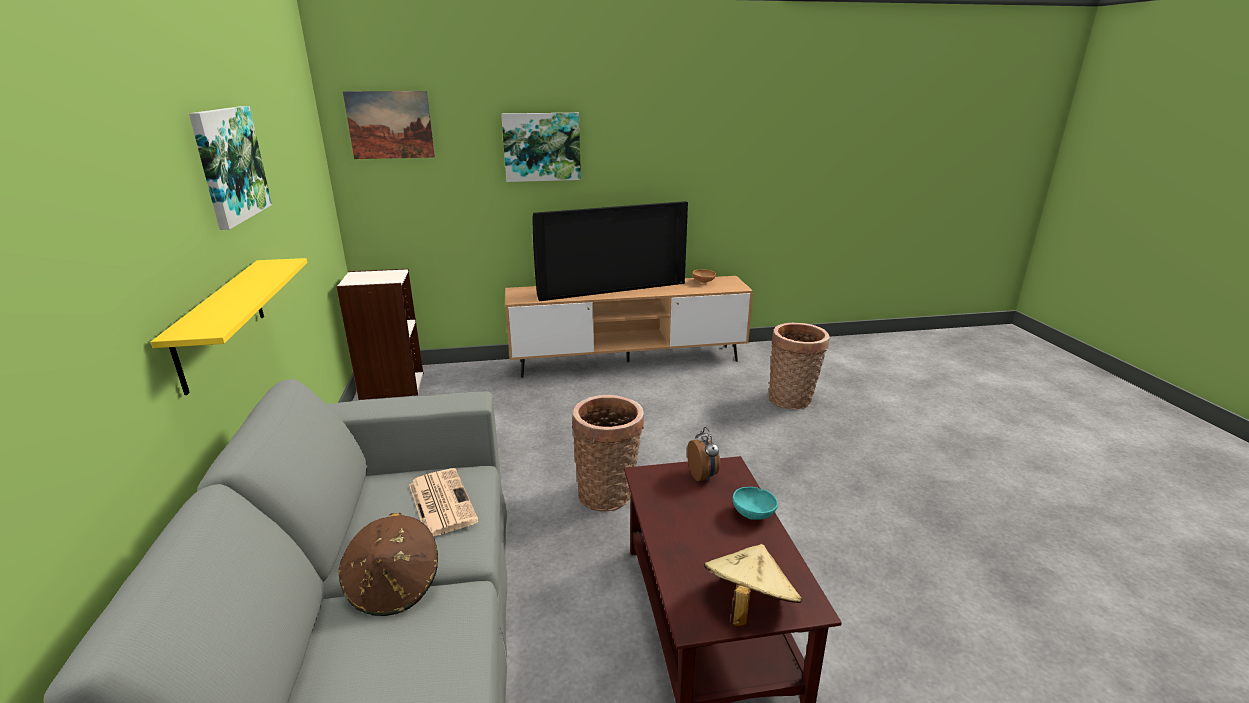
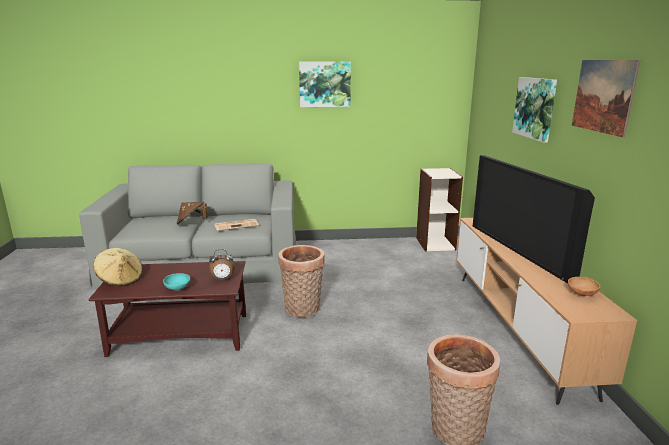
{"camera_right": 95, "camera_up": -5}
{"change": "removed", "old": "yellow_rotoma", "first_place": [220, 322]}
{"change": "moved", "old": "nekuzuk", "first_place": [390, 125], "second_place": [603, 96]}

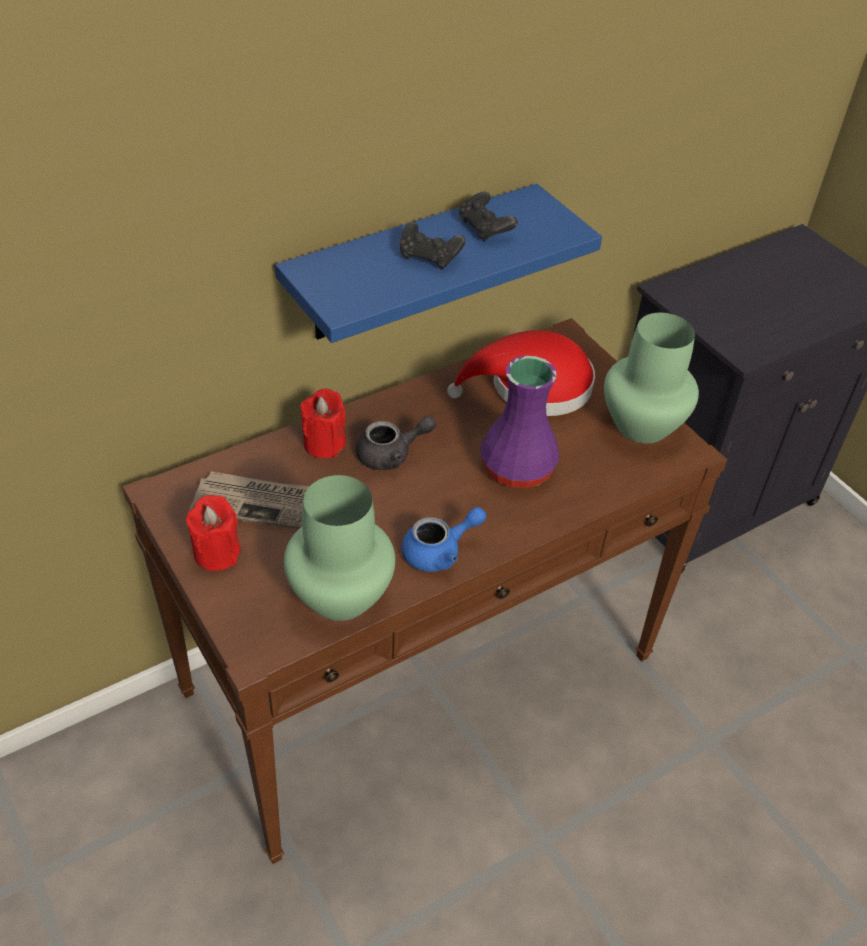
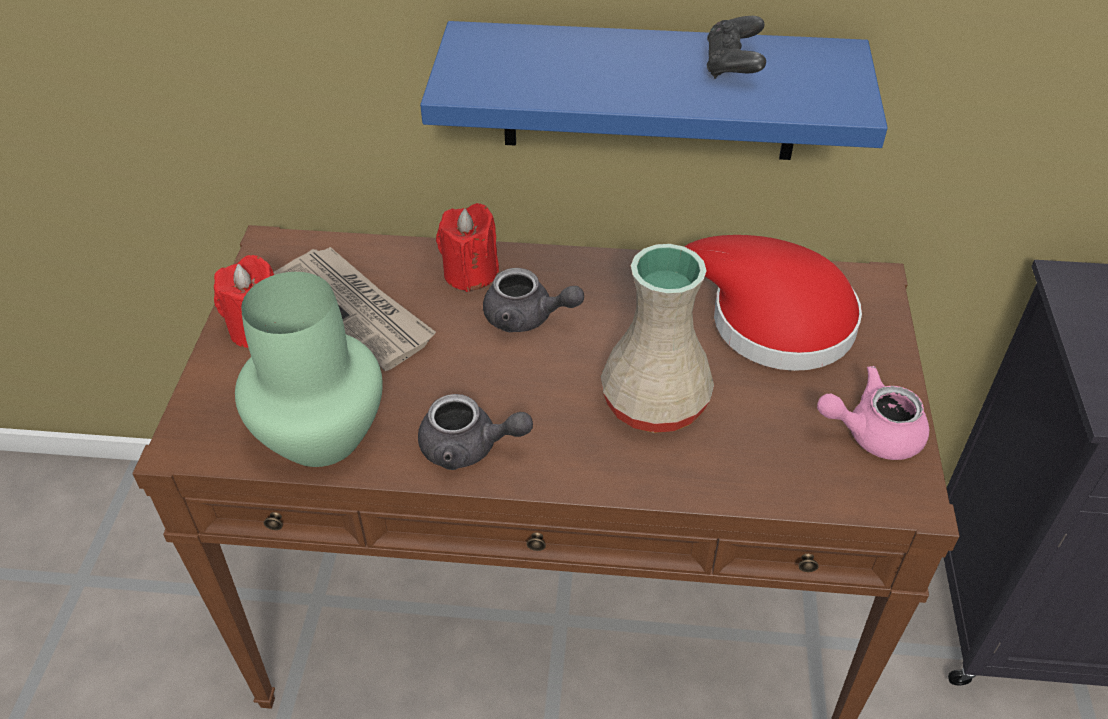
{"camera_right": 40, "camera_up": 0}
{"change": "removed", "old": "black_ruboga", "first_place": [429, 257]}
{"change": "replaced", "old": "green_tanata", "new": "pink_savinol", "first_place": [642, 426], "second_place": [872, 433]}
{"change": "recoloured", "old": "blue_savinol", "new": "grey_savinol", "first_place": [439, 552], "second_place": [469, 448]}
{"change": "recoloured", "old": "purple_tanata", "new": "beige_tanata", "first_place": [518, 467], "second_place": [657, 402]}

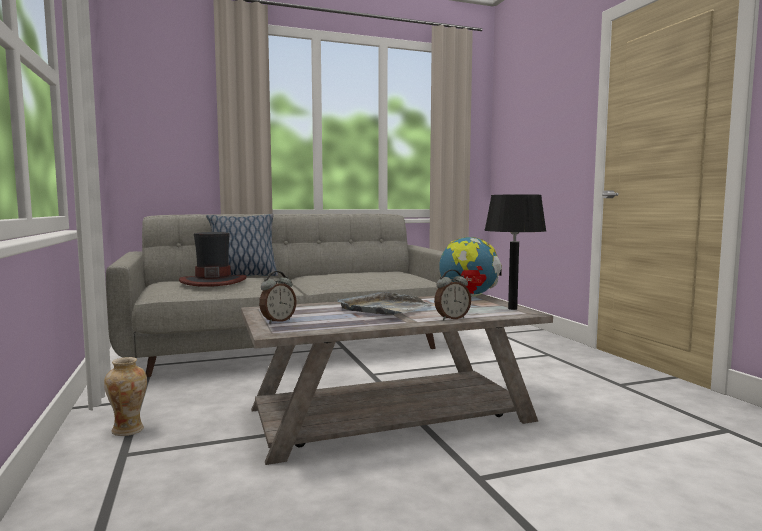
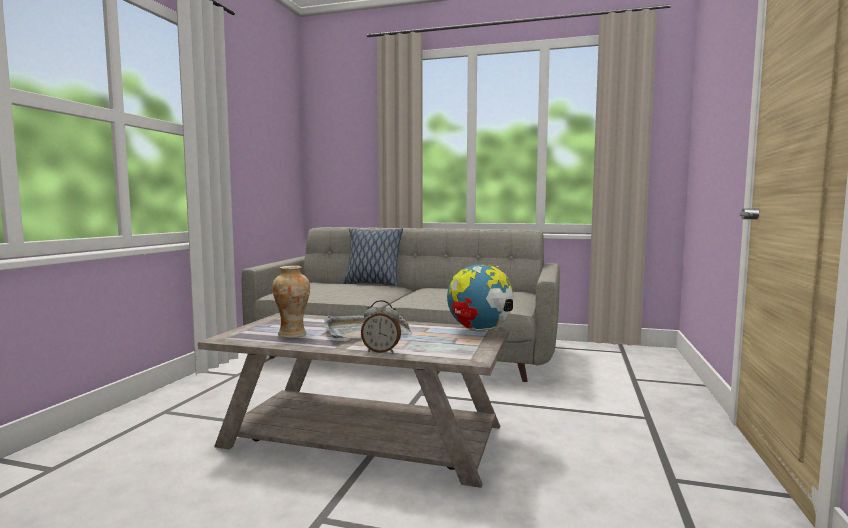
{"camera_right": 35, "camera_up": 0}
{"change": "removed", "old": "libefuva", "first_place": [213, 281]}
{"change": "removed", "old": "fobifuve", "first_place": [277, 321]}
{"change": "removed", "old": "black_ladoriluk", "first_place": [512, 308]}
{"change": "moved", "old": "tanata", "first_place": [128, 430], "second_place": [292, 334]}

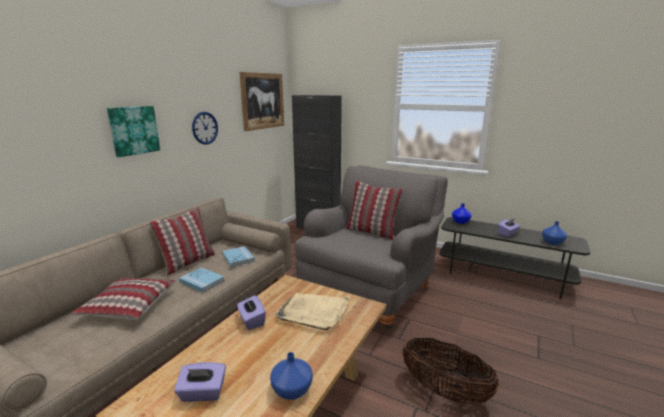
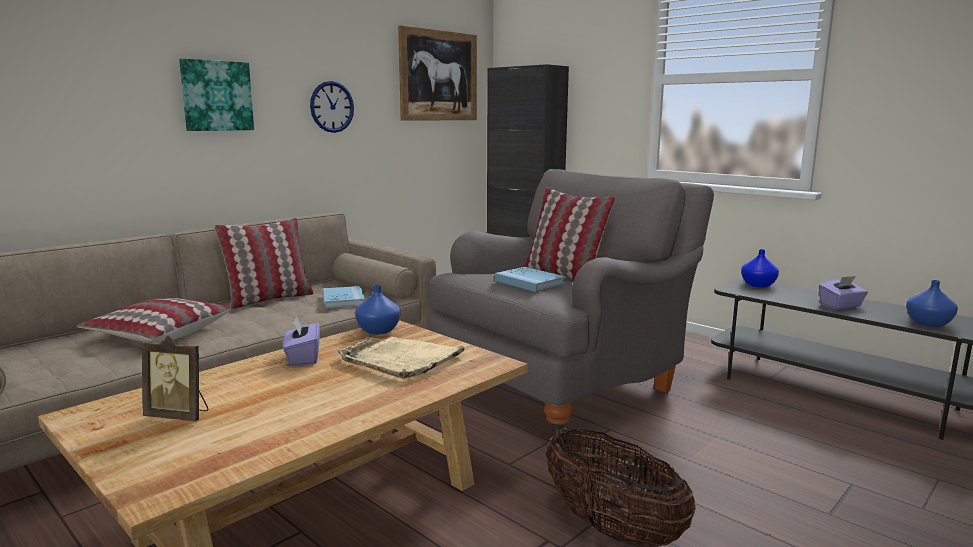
{"camera_right": 15, "camera_up": -5}
{"change": "moved", "old": "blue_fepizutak", "first_place": [202, 281], "second_place": [529, 282]}
{"change": "moved", "old": "blue_tanata", "first_place": [291, 389], "second_place": [378, 330]}
{"change": "replaced", "old": "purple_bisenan", "new": "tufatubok", "first_place": [202, 393], "second_place": [179, 415]}

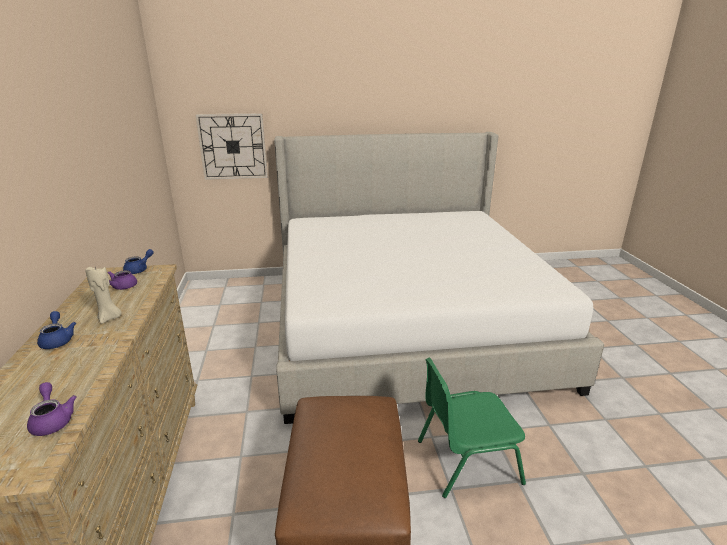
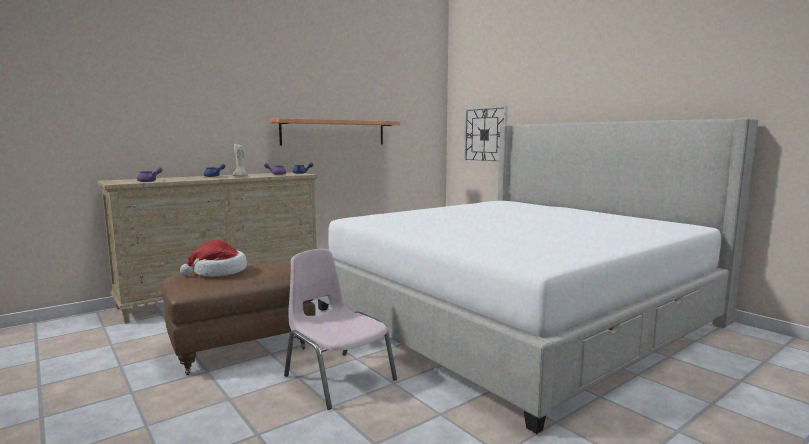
{"camera_right": 60, "camera_up": -15}
{"change": "added", "new": "libefuva", "second_place": [218, 272]}
{"change": "added", "new": "rotoma", "second_place": [334, 132]}
{"change": "recoloured", "old": "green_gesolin", "new": "pink_gesolin", "first_place": [466, 460], "second_place": [338, 377]}

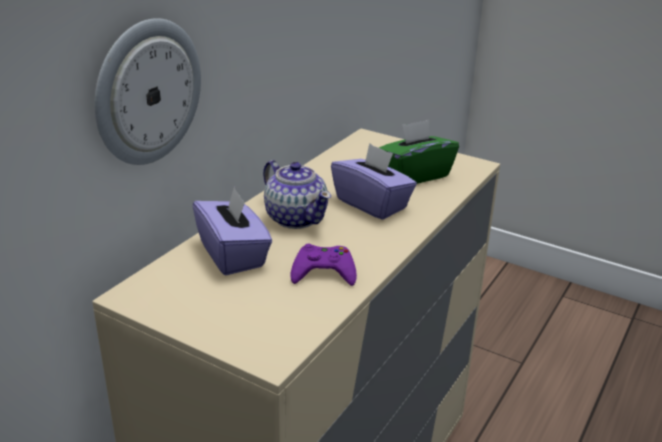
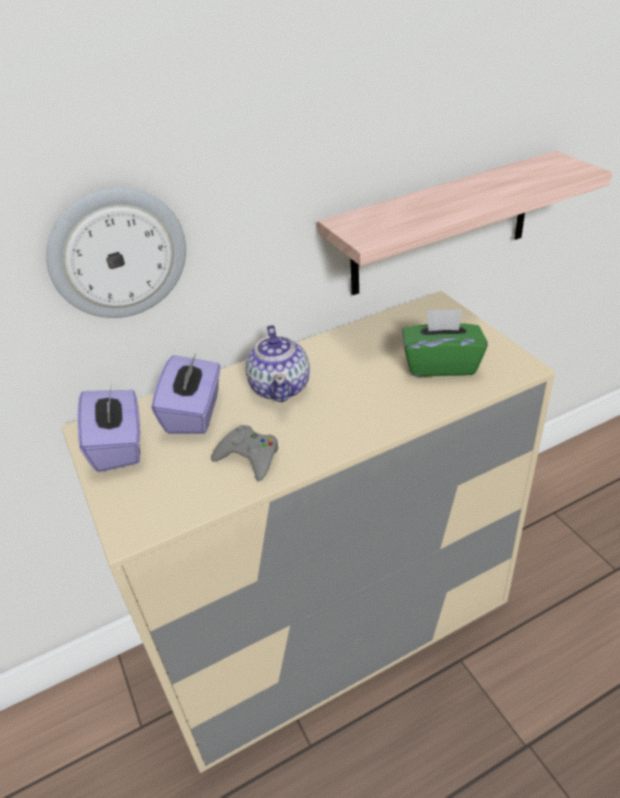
{"camera_right": 35, "camera_up": 10}
{"change": "added", "new": "rotoma", "second_place": [442, 225]}
{"change": "moved", "old": "purple_bisenan", "first_place": [372, 204], "second_place": [119, 446]}
{"change": "recoloured", "old": "purple_ruboga", "new": "grey_ruboga", "first_place": [324, 272], "second_place": [249, 457]}

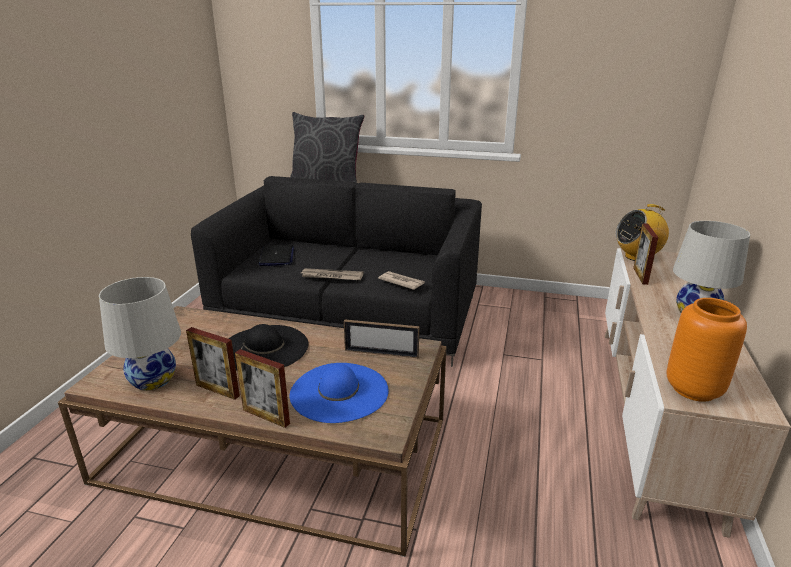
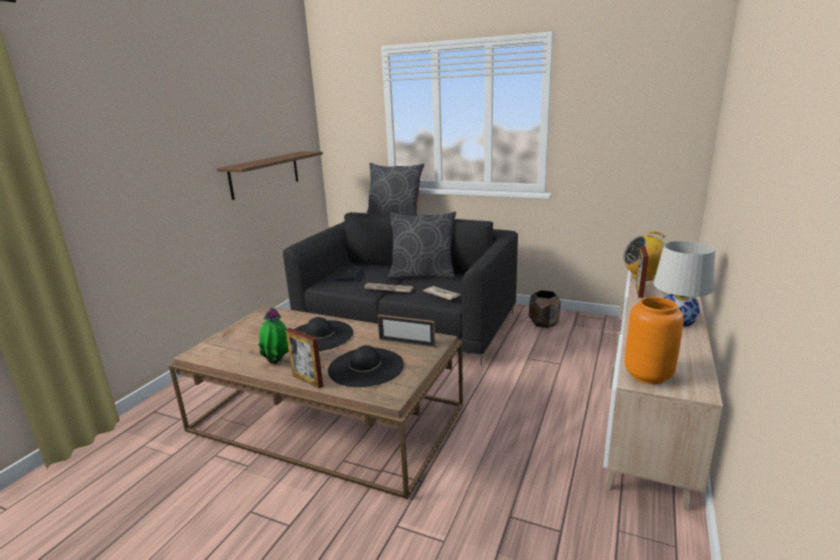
{"camera_right": 10, "camera_up": -5}
{"change": "removed", "old": "white_ladoriluk", "first_place": [153, 379]}
{"change": "added", "new": "brown_rotoma", "second_place": [265, 174]}
{"change": "added", "new": "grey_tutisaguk", "second_place": [422, 275]}
{"change": "added", "new": "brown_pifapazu", "second_place": [544, 323]}
{"change": "replaced", "old": "tufatubok", "new": "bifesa", "first_place": [217, 390], "second_place": [278, 362]}
{"change": "recoloured", "old": "blue_libefuva", "new": "black_libefuva", "first_place": [339, 392], "second_place": [366, 367]}

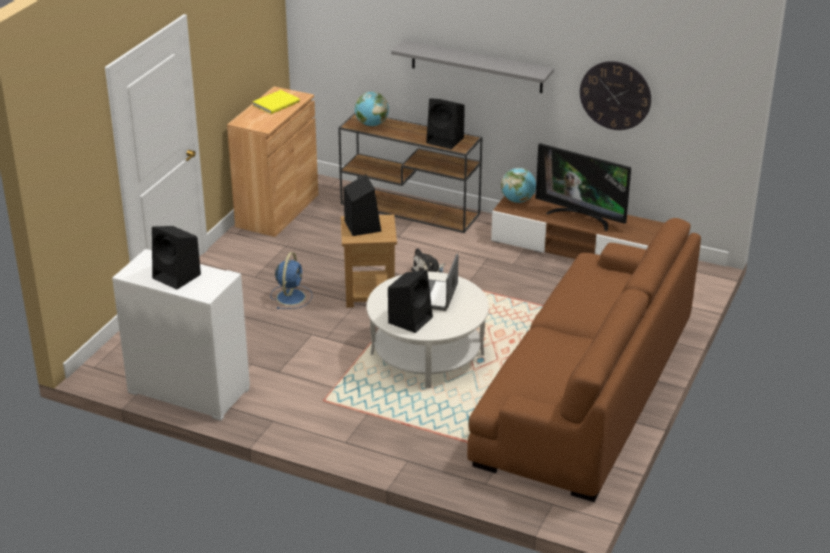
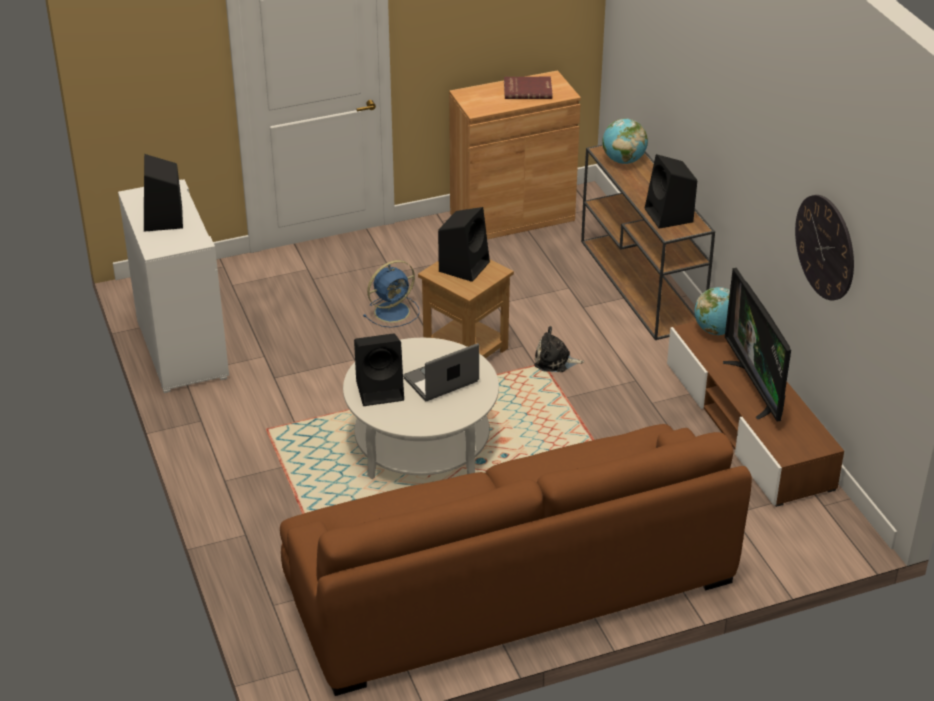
{"camera_right": 45, "camera_up": 5}
{"change": "removed", "old": "grey_rotoma", "first_place": [476, 67]}
{"change": "recoloured", "old": "yellow_fepizutak", "new": "red_fepizutak", "first_place": [275, 103], "second_place": [527, 89]}

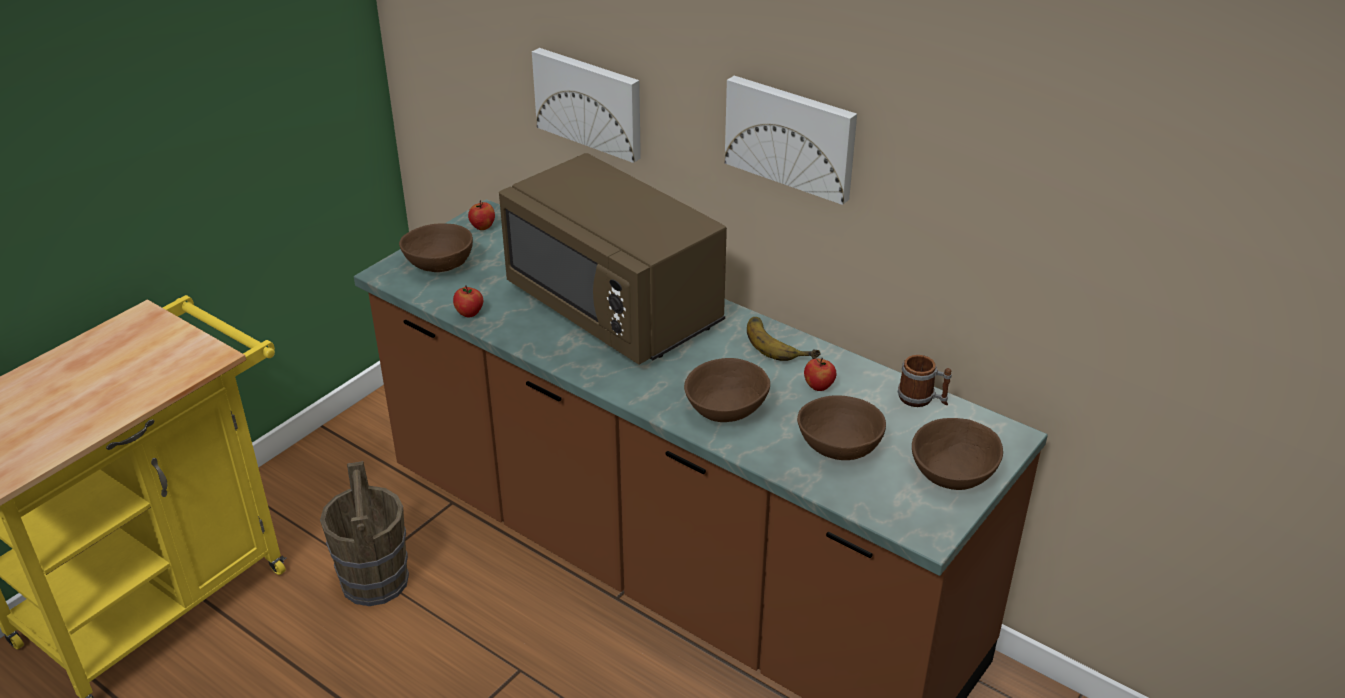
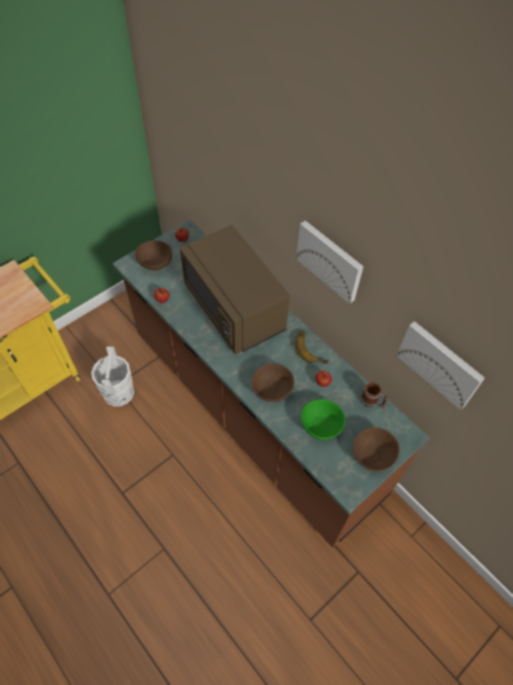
{"camera_right": 10, "camera_up": 20}
{"change": "moved", "old": "nekuzuk", "first_place": [590, 102], "second_place": [440, 363]}
{"change": "recoloured", "old": "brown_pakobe", "new": "white_pakobe", "first_place": [375, 580], "second_place": [118, 392]}
{"change": "recoloured", "old": "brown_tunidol", "new": "green_tunidol", "first_place": [840, 448], "second_place": [321, 426]}

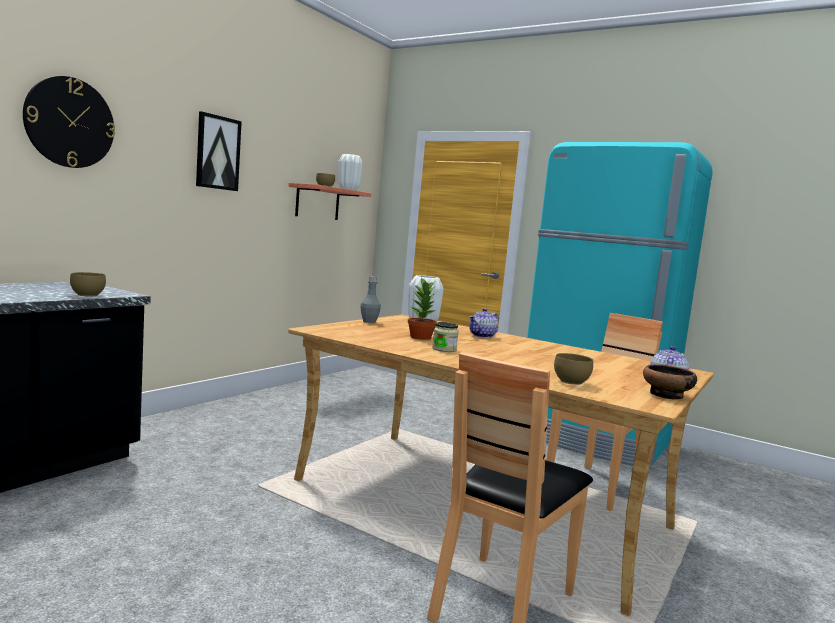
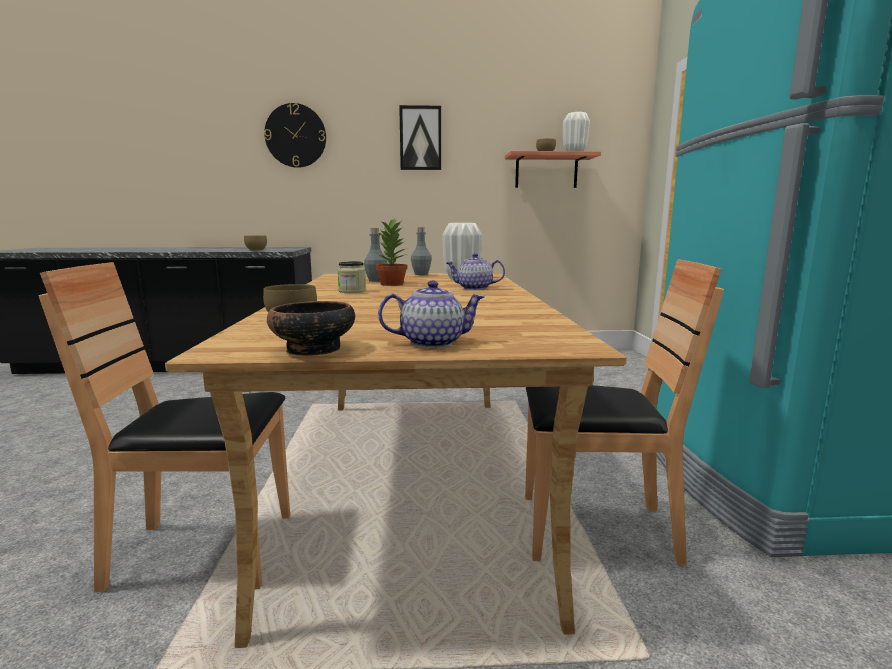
{"camera_right": 55, "camera_up": 5}
{"change": "added", "new": "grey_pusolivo", "second_place": [376, 281]}

